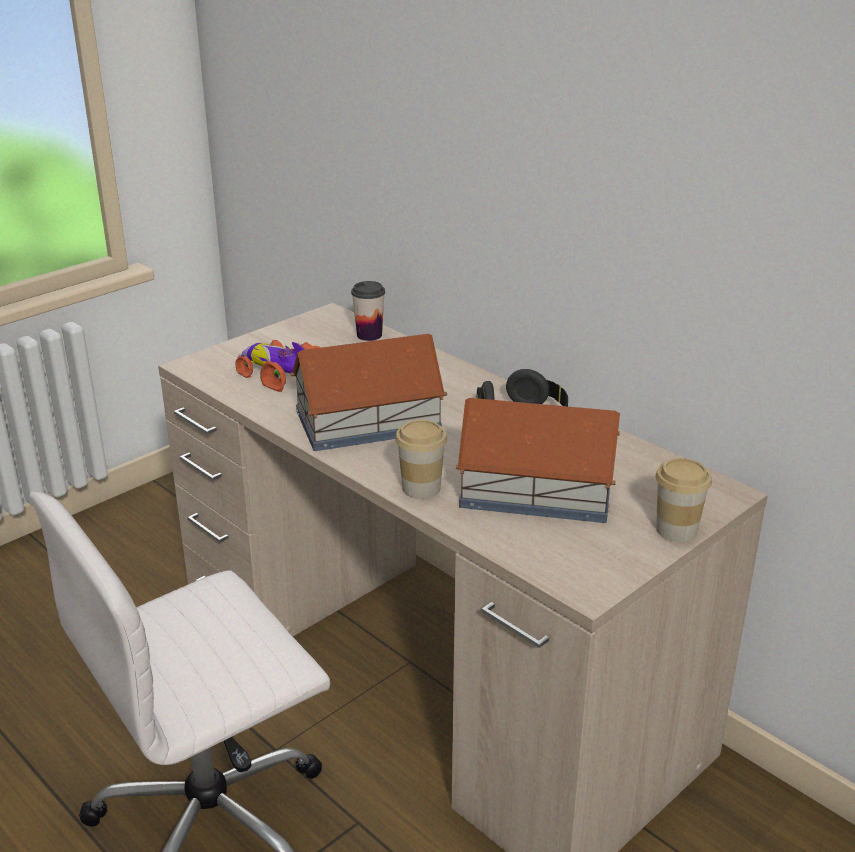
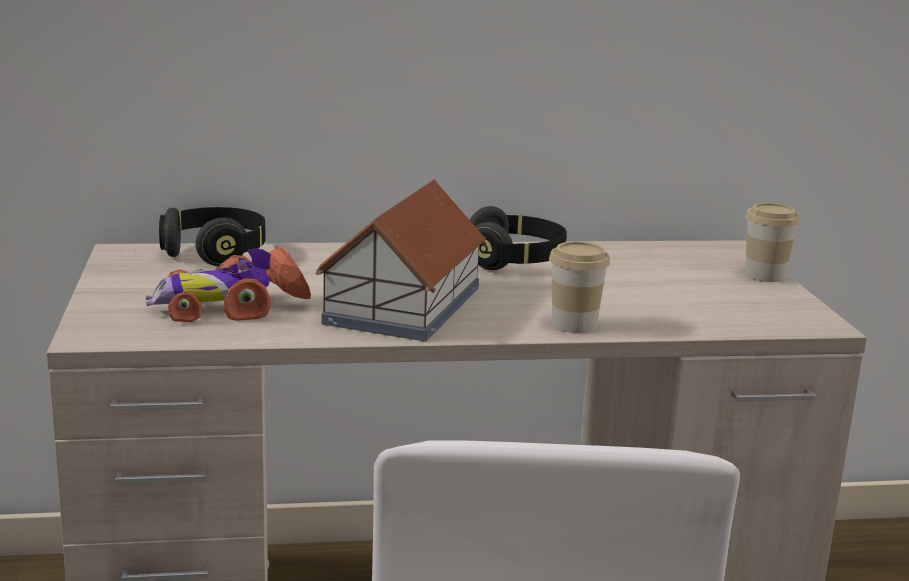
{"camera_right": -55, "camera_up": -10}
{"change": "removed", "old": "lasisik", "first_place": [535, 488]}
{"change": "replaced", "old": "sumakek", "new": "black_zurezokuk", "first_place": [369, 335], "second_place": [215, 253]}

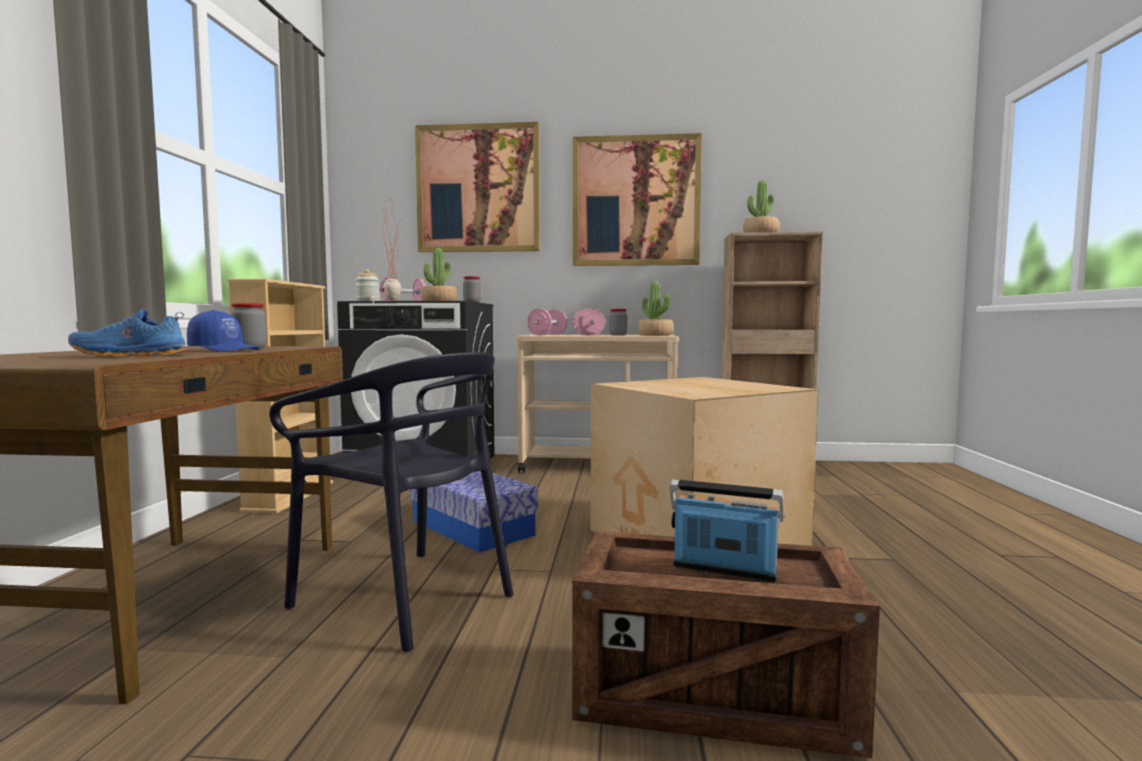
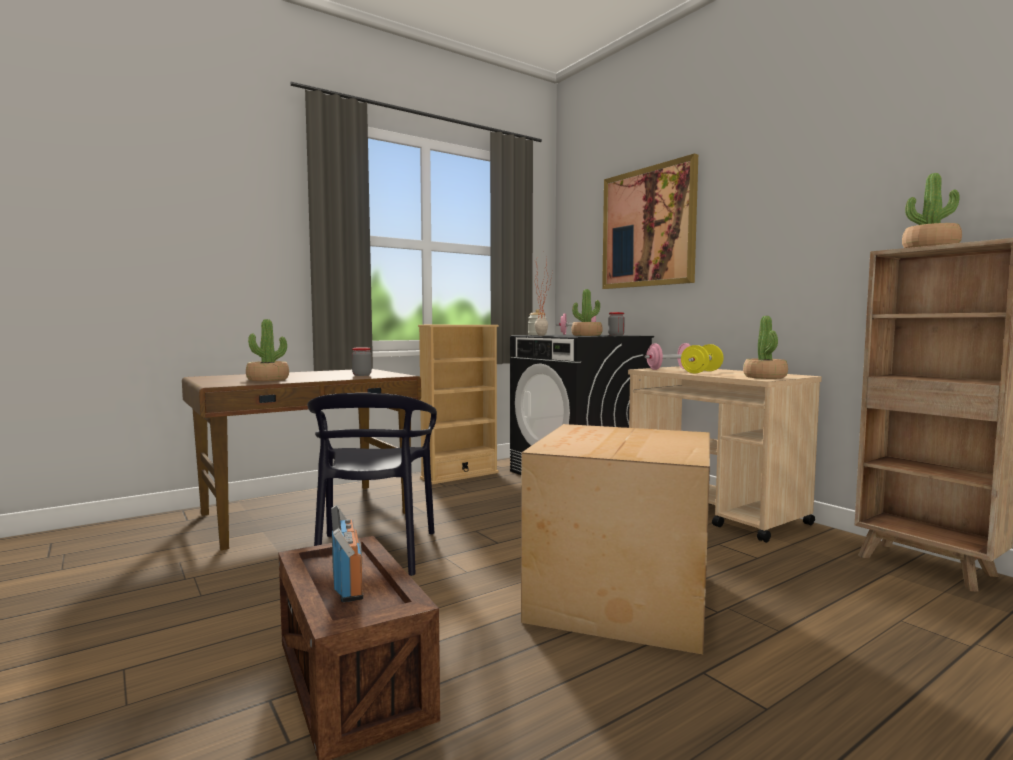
{"camera_right": 50, "camera_up": 0}
{"change": "removed", "old": "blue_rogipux", "first_place": [225, 350]}
{"change": "removed", "old": "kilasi", "first_place": [472, 527]}
{"change": "removed", "old": "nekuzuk", "first_place": [635, 201]}
{"change": "removed", "old": "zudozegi", "first_place": [618, 335]}
{"change": "replaced", "old": "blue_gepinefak", "new": "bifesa", "first_place": [129, 355], "second_place": [268, 379]}
{"change": "recoloured", "old": "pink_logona", "new": "yellow_logona", "first_place": [588, 335], "second_place": [701, 372]}

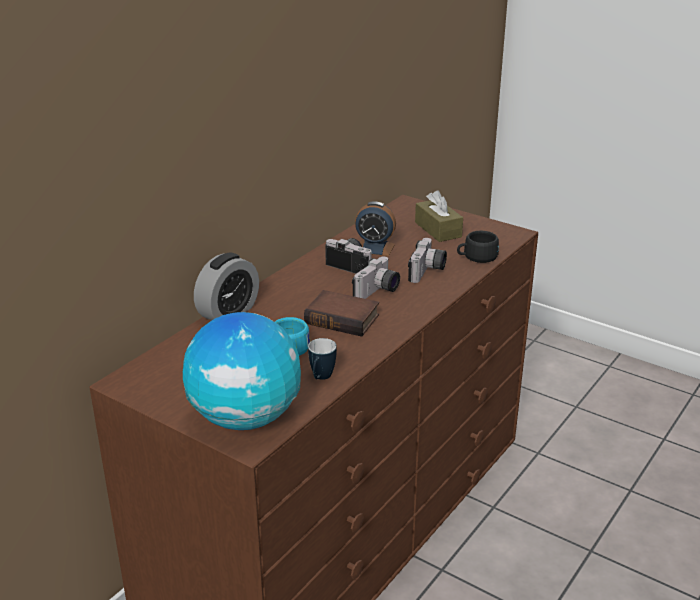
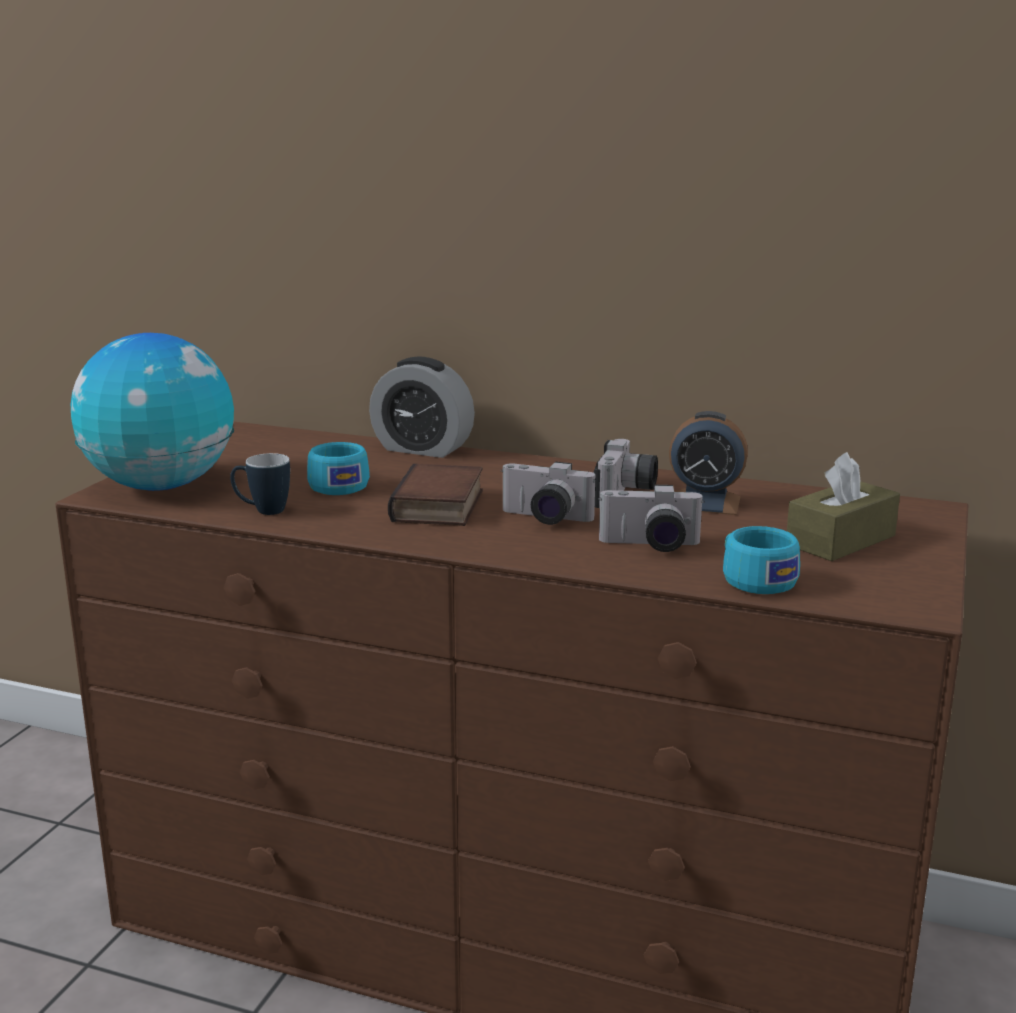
{"camera_right": 75, "camera_up": -10}
{"change": "recoloured", "old": "black_sumakek", "new": "turquoise_sumakek", "first_place": [476, 257], "second_place": [753, 579]}
{"change": "turned", "old": "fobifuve", "first_place": [375, 248], "second_place": [705, 503], "degrees": -75}

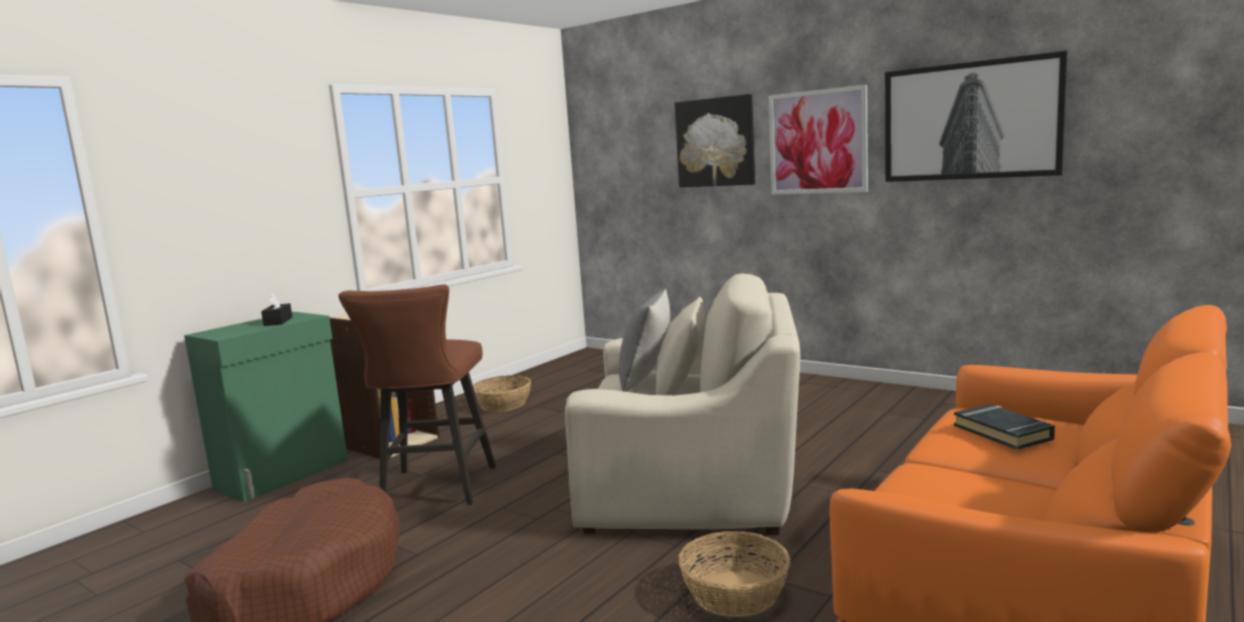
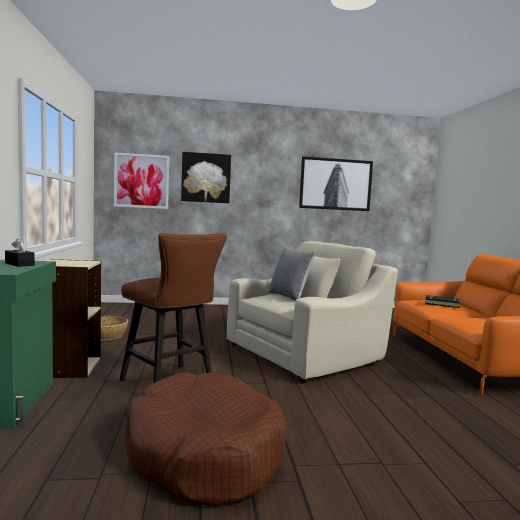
{"camera_right": -45, "camera_up": -5}
{"change": "removed", "old": "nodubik", "first_place": [736, 593]}
{"change": "moved", "old": "nekuzuk", "first_place": [817, 142], "second_place": [141, 181]}

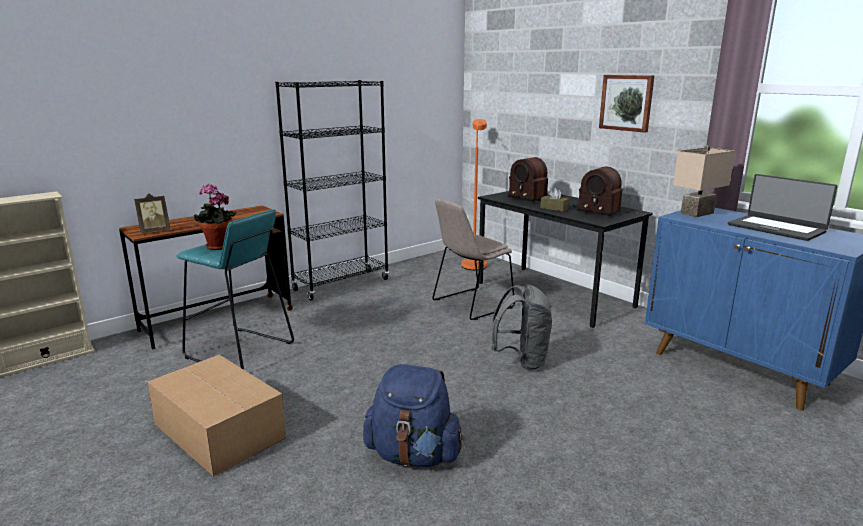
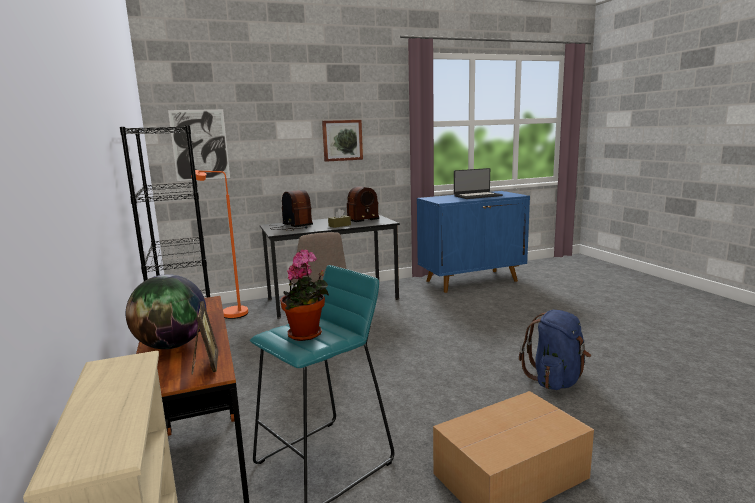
{"camera_right": -70, "camera_up": -5}
{"change": "removed", "old": "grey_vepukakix", "first_place": [522, 361]}
{"change": "removed", "old": "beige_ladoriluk", "first_place": [698, 214]}
{"change": "added", "new": "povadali", "second_place": [172, 345]}
{"change": "added", "new": "nekuzuk", "second_place": [200, 145]}
{"change": "turned", "old": "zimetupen", "first_place": [528, 196], "second_place": [293, 226], "degrees": -105}

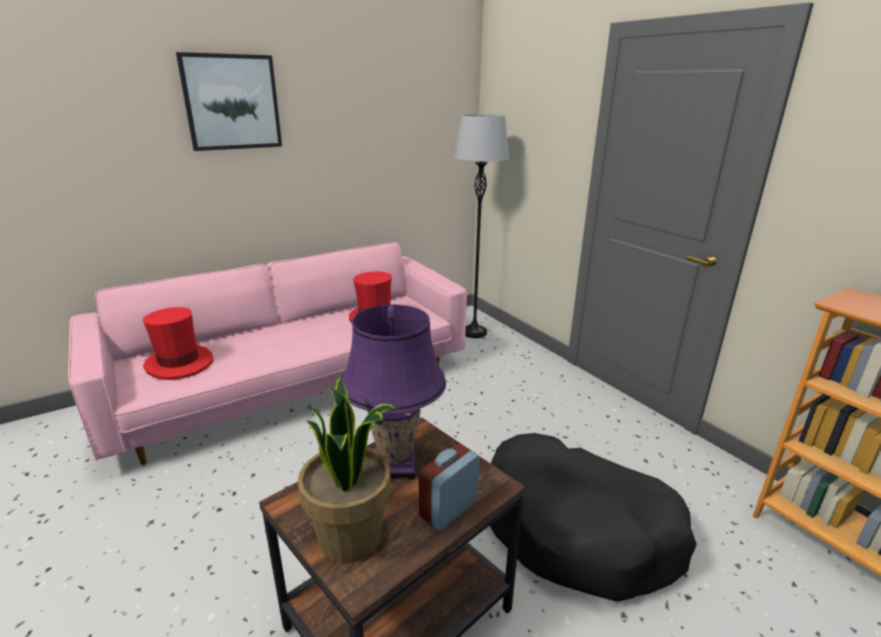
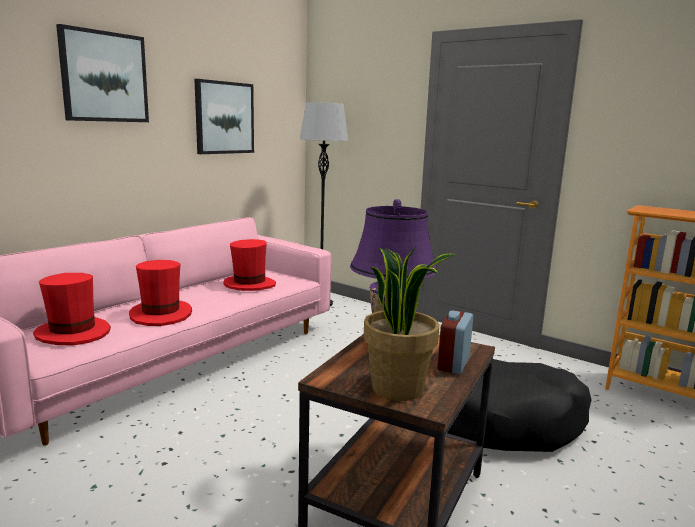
{"camera_right": -20, "camera_up": -10}
{"change": "added", "new": "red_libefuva", "second_place": [161, 314]}
{"change": "added", "new": "nekuzuk", "second_place": [224, 118]}

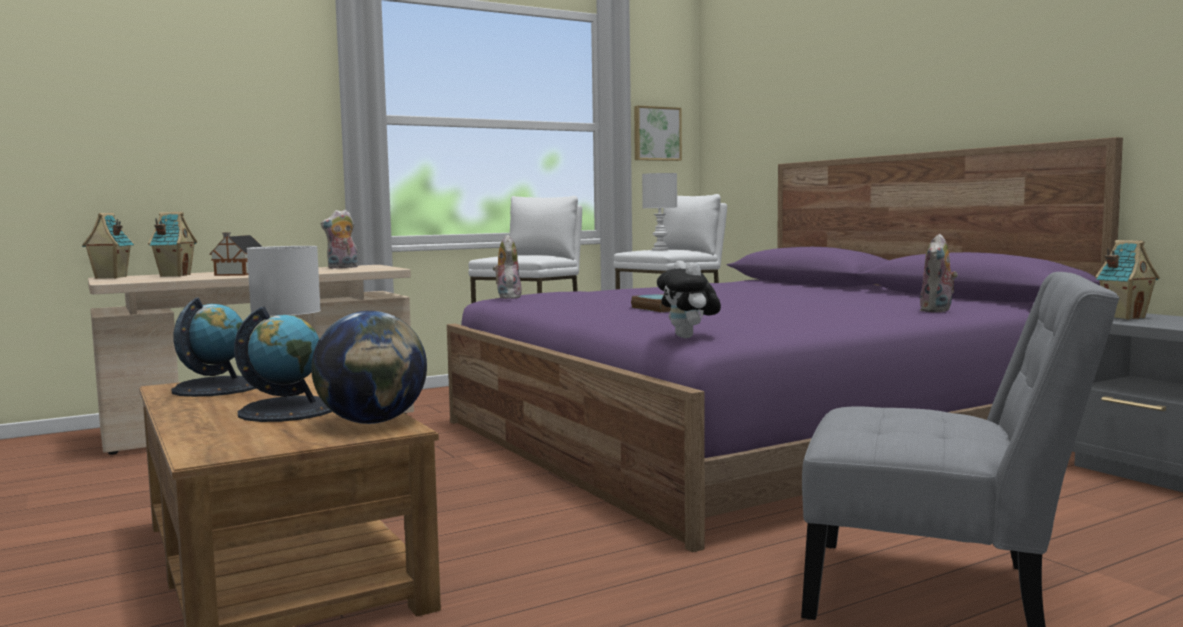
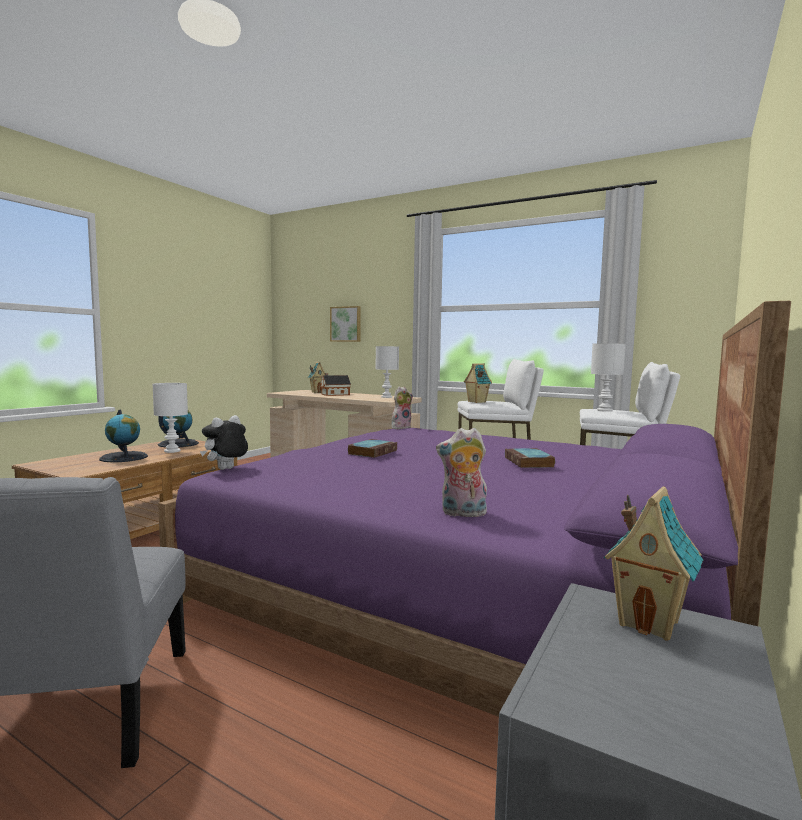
{"camera_right": 60, "camera_up": 0}
{"change": "removed", "old": "povadali", "first_place": [372, 422]}
{"change": "added", "new": "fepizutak", "second_place": [529, 462]}
{"change": "moved", "old": "lasisik", "first_place": [110, 277], "second_place": [476, 402]}
{"change": "moved", "old": "nekuzuk", "first_place": [656, 134], "second_place": [346, 324]}
{"change": "replaced", "old": "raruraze", "new": "white_ladoriluk", "first_place": [342, 268], "second_place": [387, 397]}

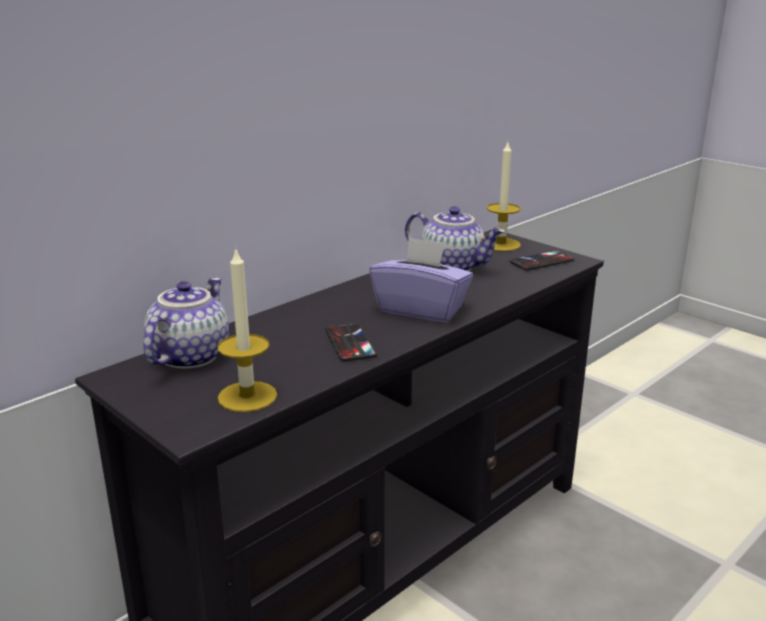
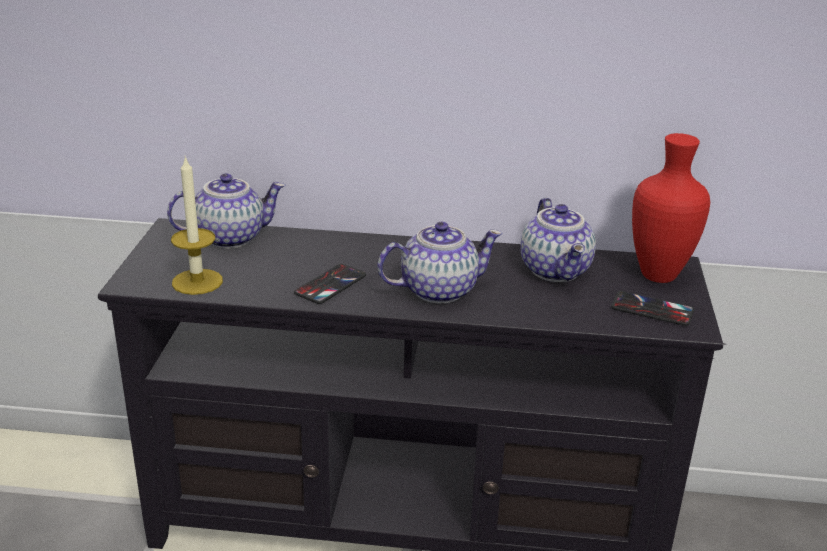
{"camera_right": 50, "camera_up": 5}
{"change": "replaced", "old": "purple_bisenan", "new": "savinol", "first_place": [421, 309], "second_place": [437, 290]}
{"change": "replaced", "old": "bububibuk", "new": "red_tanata", "first_place": [501, 244], "second_place": [658, 274]}

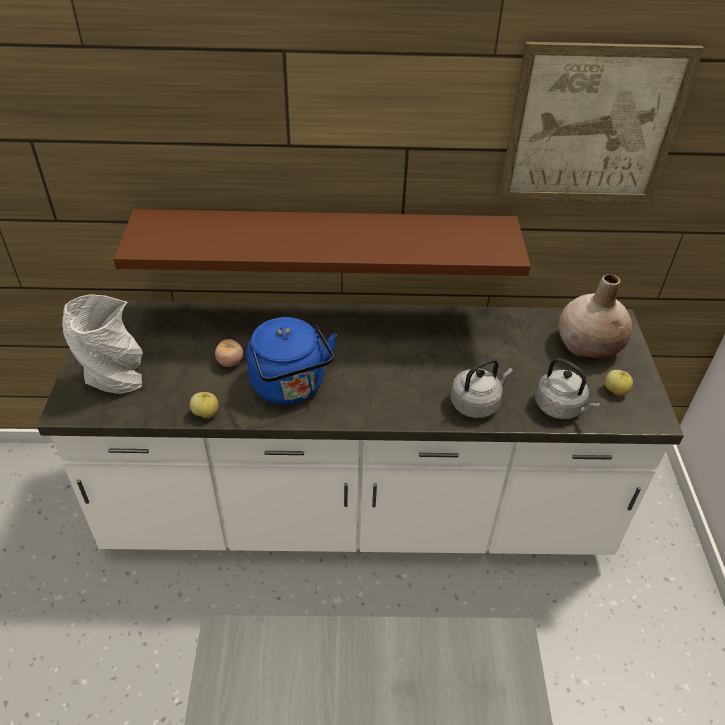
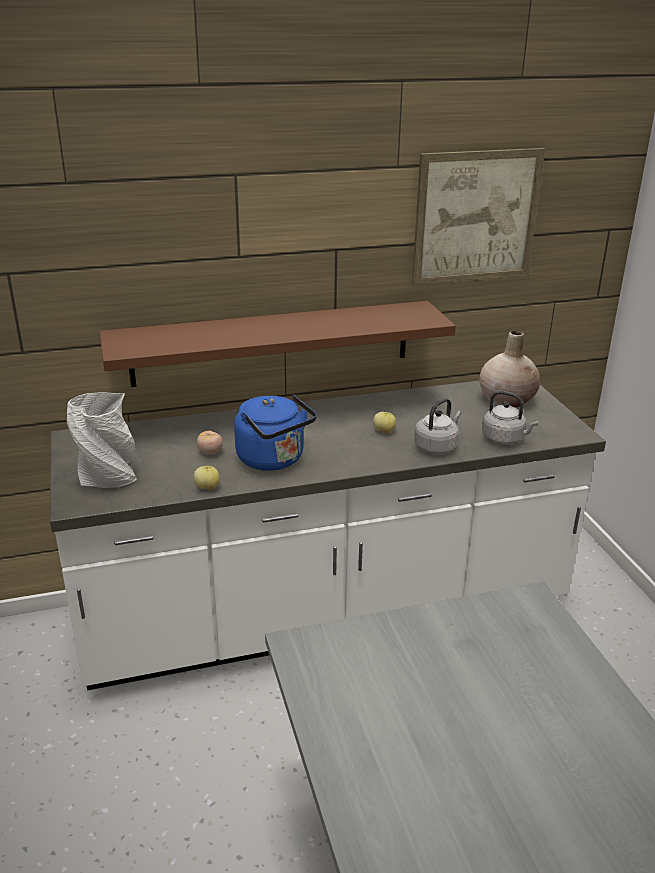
{"camera_right": -15, "camera_up": -15}
{"change": "moved", "old": "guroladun", "first_place": [615, 390], "second_place": [384, 431]}

